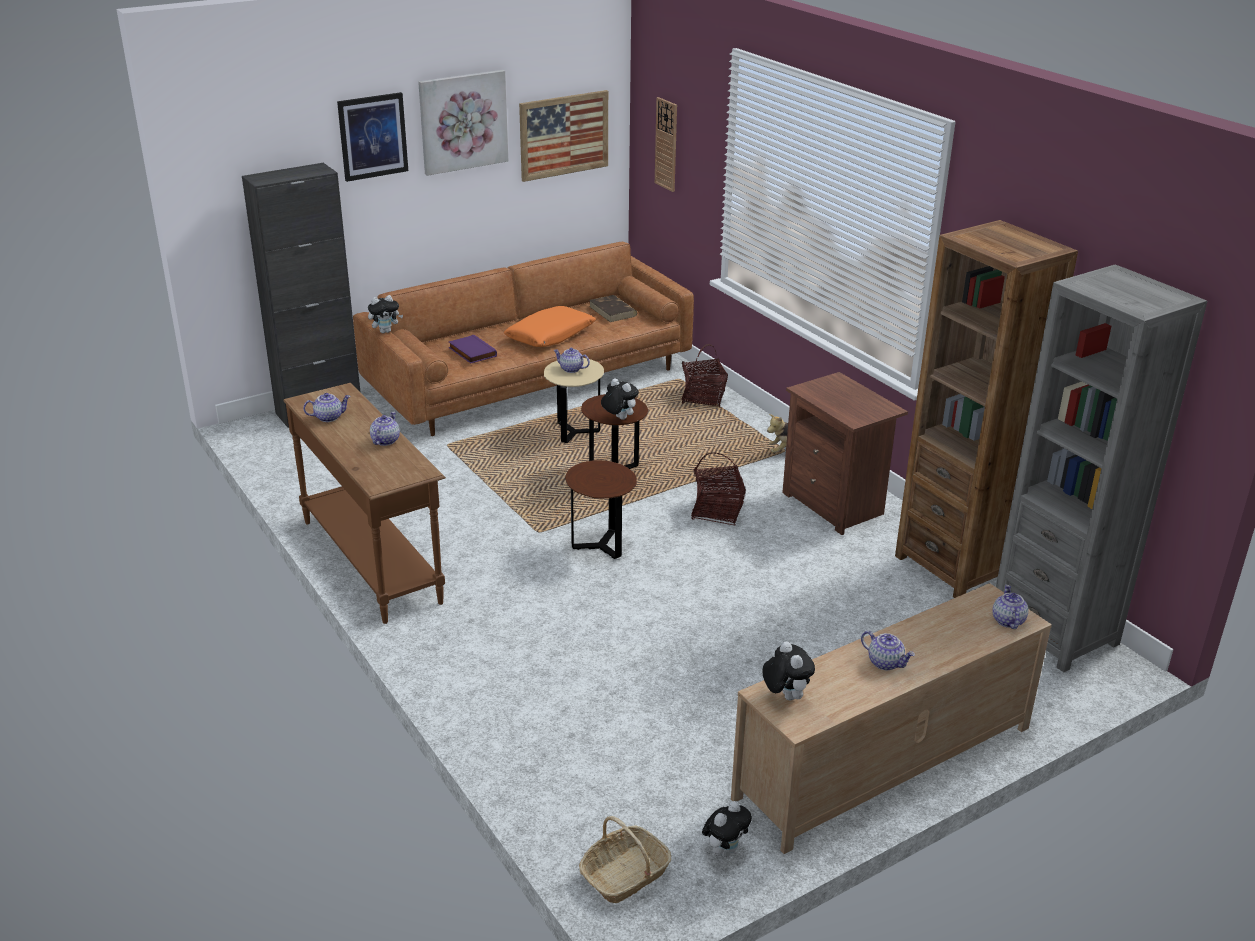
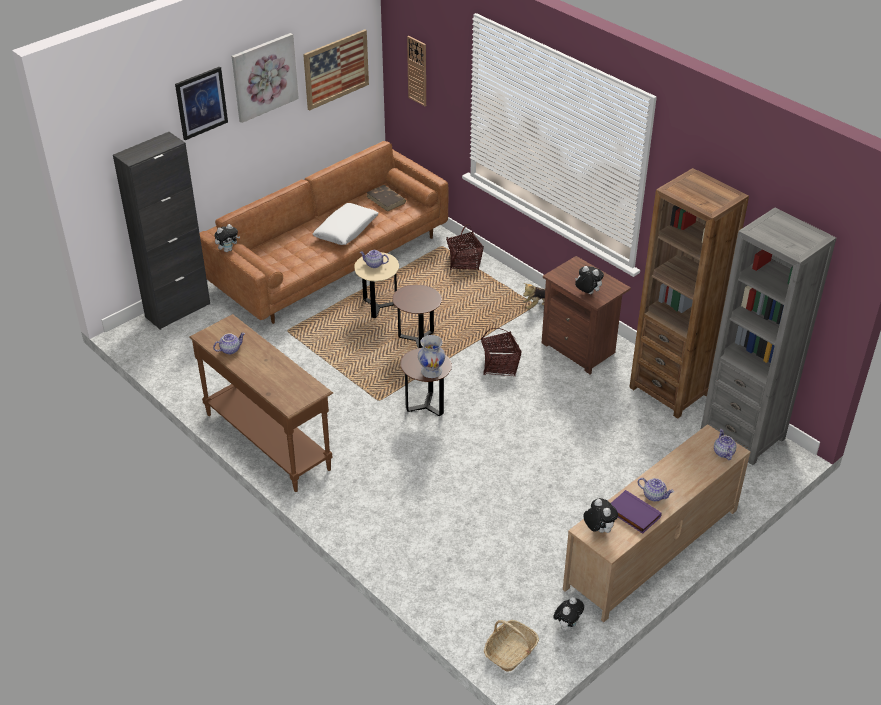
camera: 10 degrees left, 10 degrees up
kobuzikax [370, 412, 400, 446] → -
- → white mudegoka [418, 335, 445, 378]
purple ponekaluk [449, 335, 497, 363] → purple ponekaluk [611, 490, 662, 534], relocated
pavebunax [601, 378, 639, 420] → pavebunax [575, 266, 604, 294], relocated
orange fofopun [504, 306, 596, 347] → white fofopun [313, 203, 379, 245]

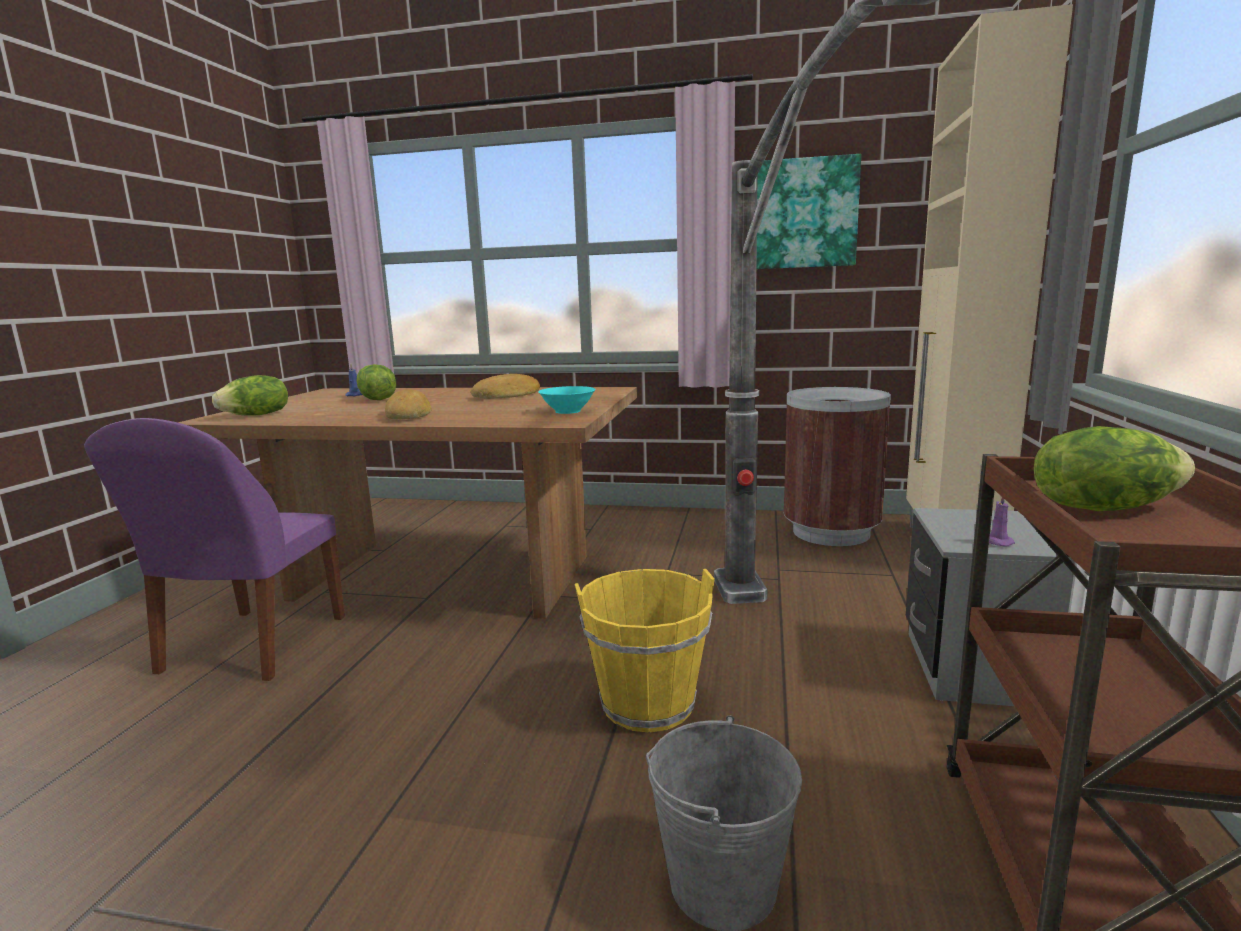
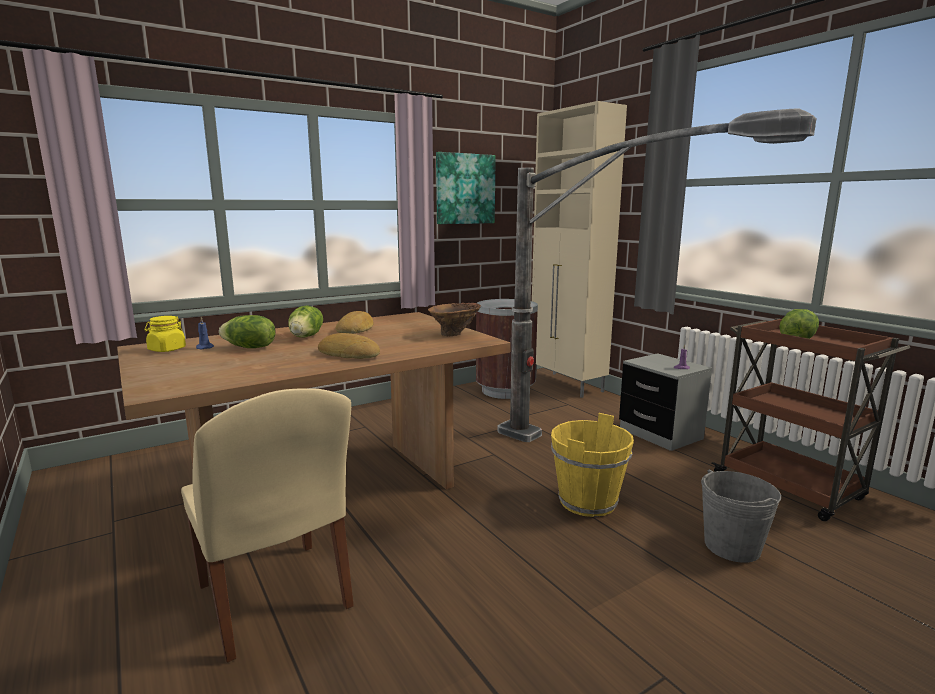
camera: 45 degrees left, 0 degrees up
- → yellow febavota [144, 316, 186, 352]
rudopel [212, 375, 288, 416] → rudopel [288, 306, 323, 338], relocated
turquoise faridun [538, 386, 596, 414] → brown mudegoka [428, 303, 481, 336]
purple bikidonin [84, 418, 345, 681] → beige bikidonin [181, 388, 354, 663]

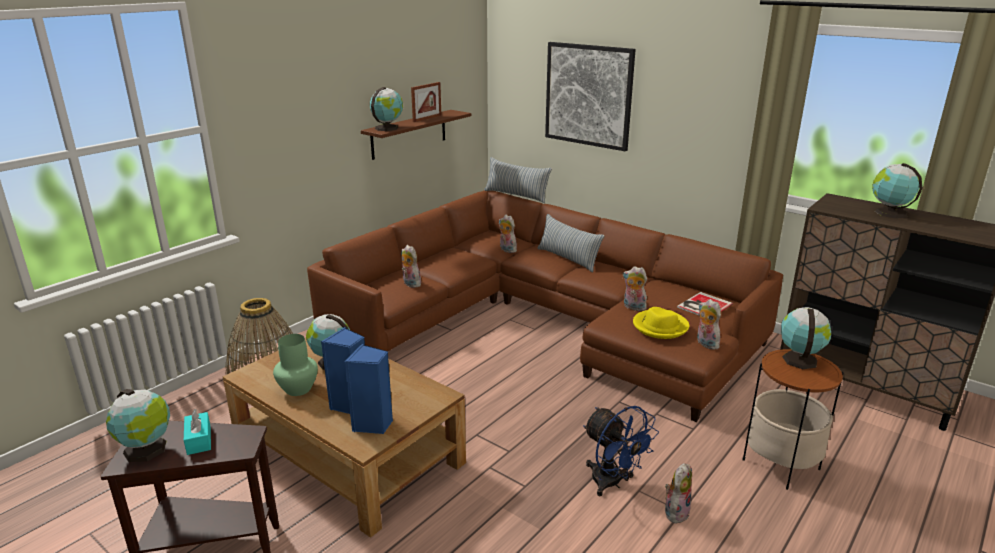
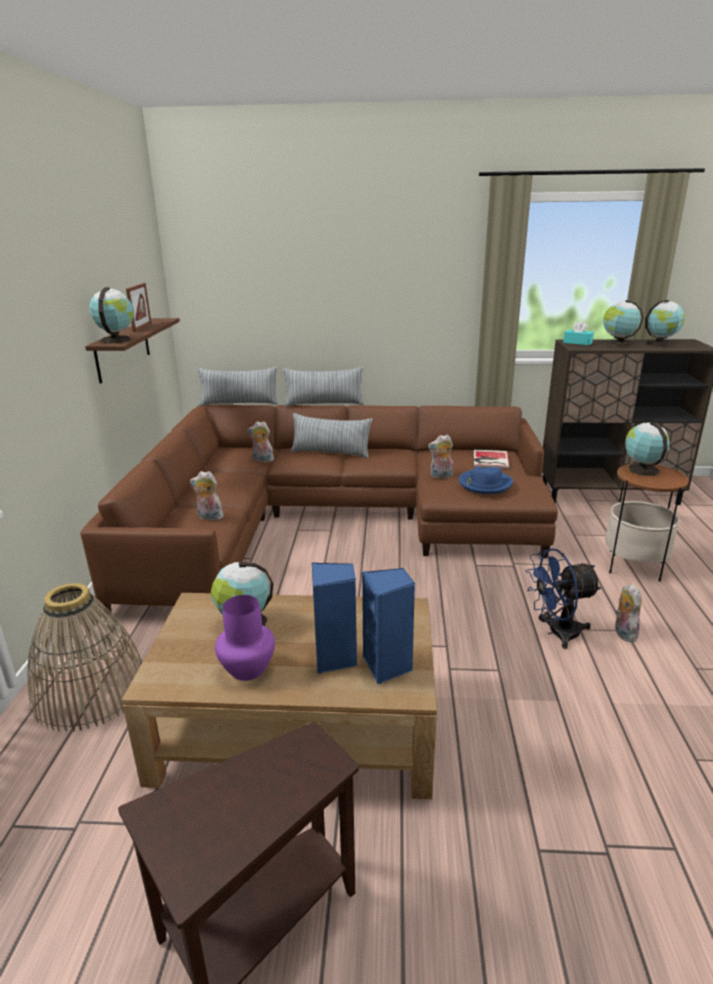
camera: 35 degrees left, 0 degrees up
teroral [545, 42, 636, 151] → -
pavebunax [697, 299, 721, 350] → -
- → fofopun [283, 367, 364, 407]
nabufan [106, 389, 170, 462] → nabufan [645, 300, 685, 346], relocated
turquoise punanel [184, 409, 211, 455] → turquoise punanel [563, 321, 594, 345], relocated
green mudegoka [273, 334, 318, 396] → purple mudegoka [215, 595, 275, 681]
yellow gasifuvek [633, 307, 689, 339] → blue gasifuvek [458, 467, 513, 494]
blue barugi [583, 406, 659, 496] → blue barugi [526, 548, 602, 649], 150 degrees clockwise

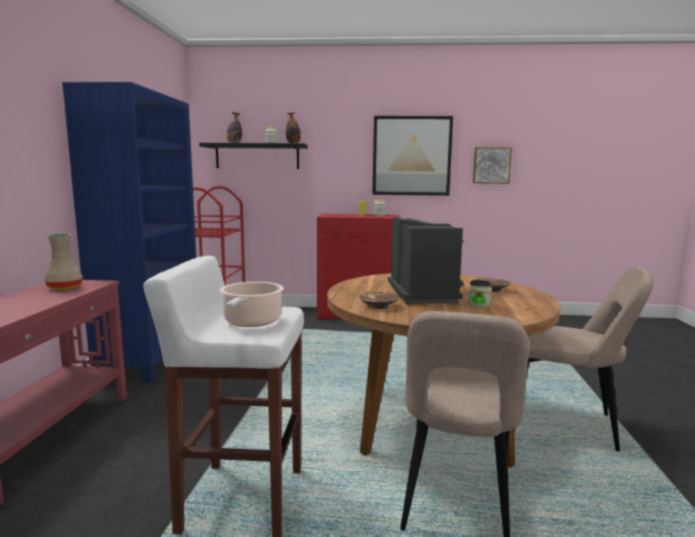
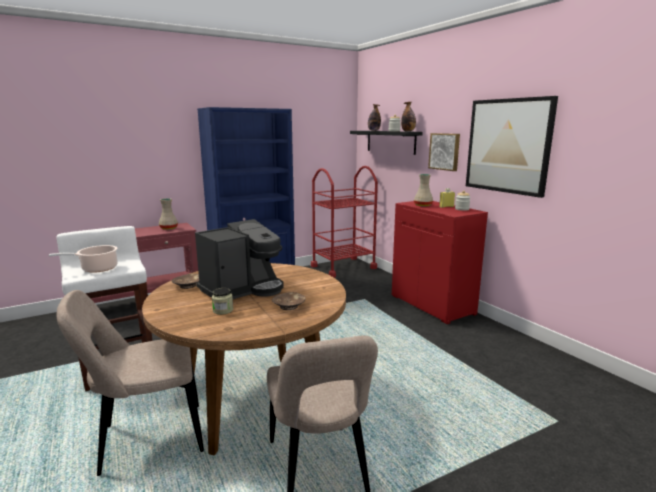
camera: 55 degrees right, 5 degrees up
- → beige mudegoka [414, 174, 433, 207]
teroral [473, 147, 512, 184] → teroral [428, 133, 460, 171], relocated

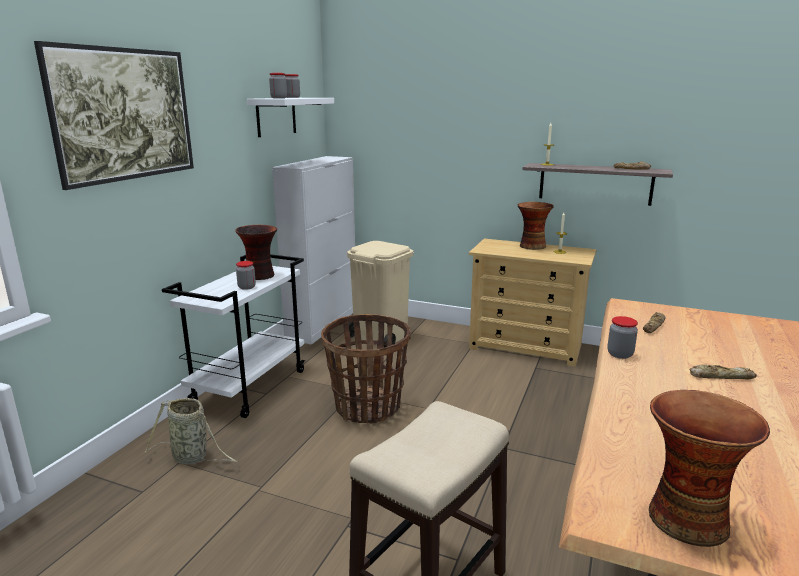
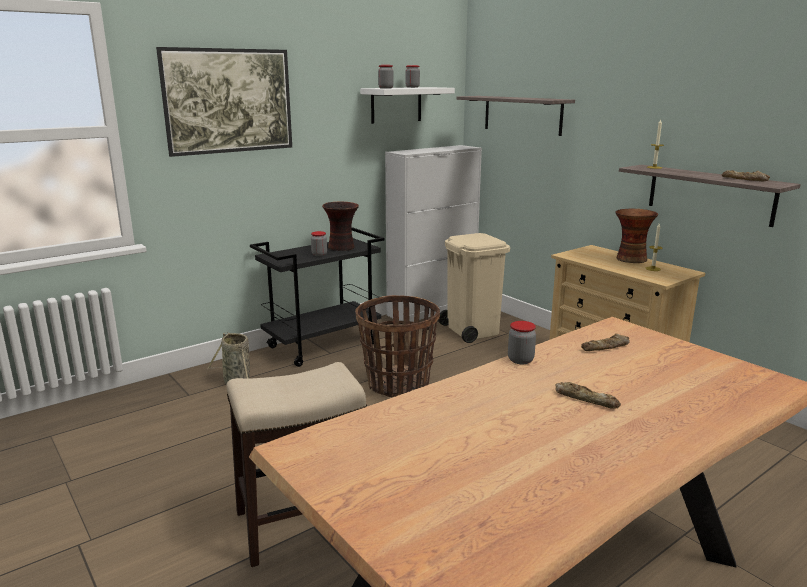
camera: 30 degrees right, 0 degrees up
mudegoka [649, 390, 770, 547] → -
- → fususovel [457, 96, 575, 136]
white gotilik [162, 254, 305, 418] → black gotilik [250, 227, 385, 367]

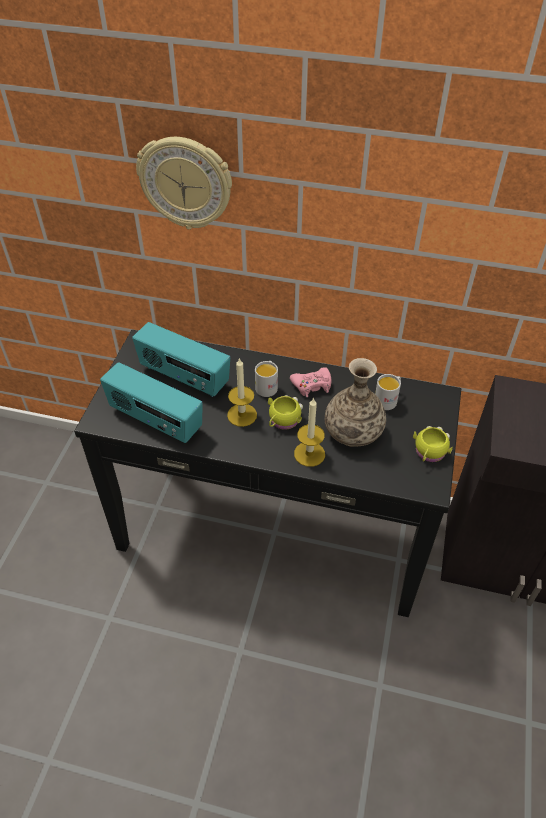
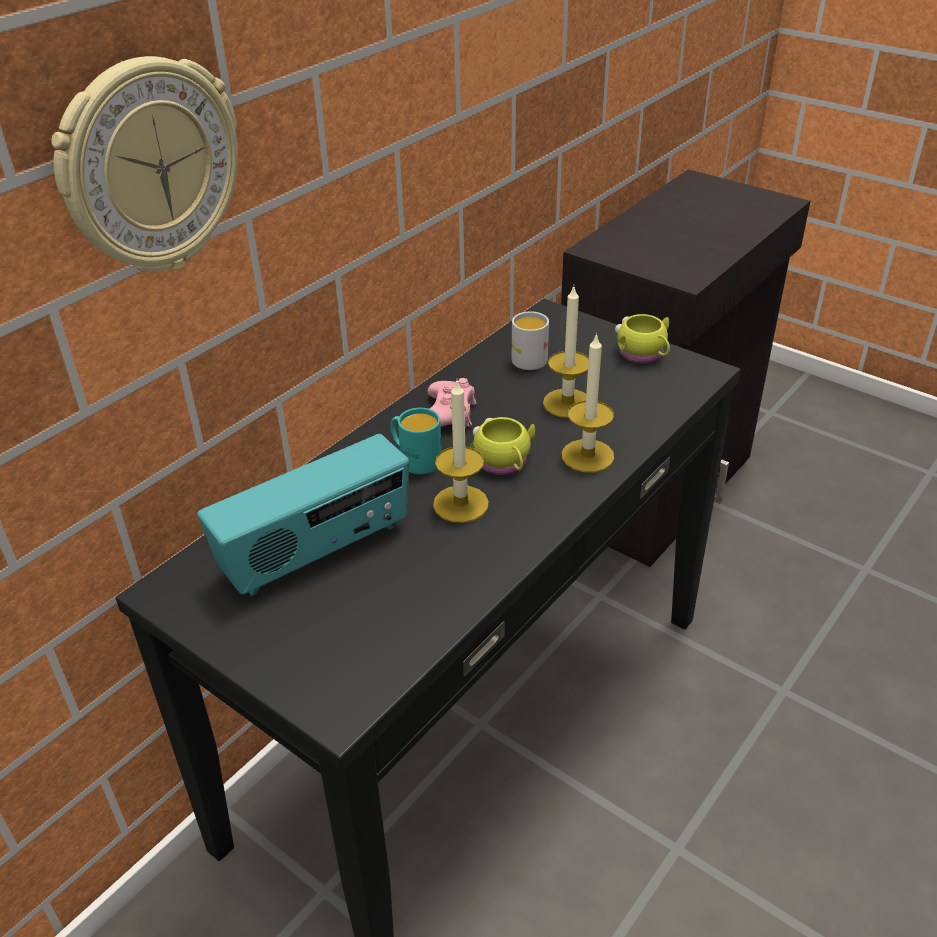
camera: 65 degrees left, 10 degrees down
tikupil [100, 362, 203, 443] → -
mudegoka [325, 358, 386, 447] → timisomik [543, 286, 589, 418]
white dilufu [255, 361, 278, 397] → turquoise dilufu [390, 408, 442, 474]

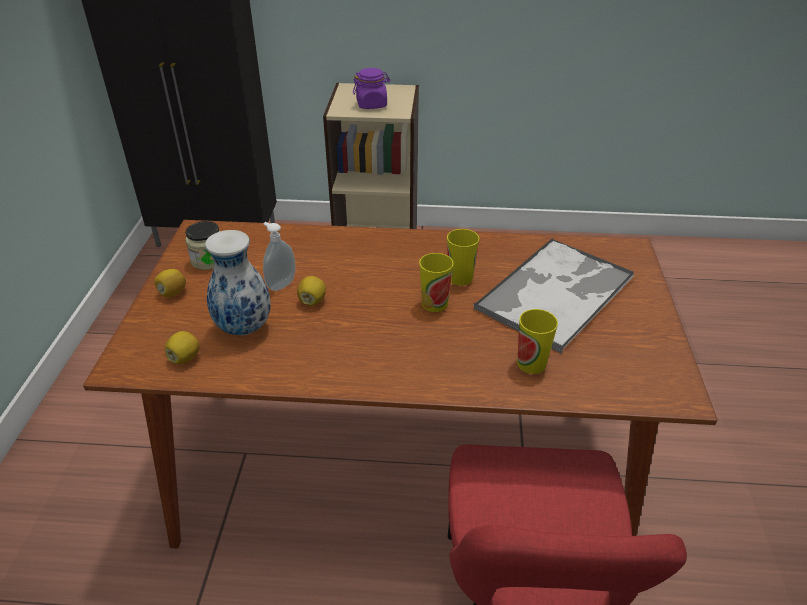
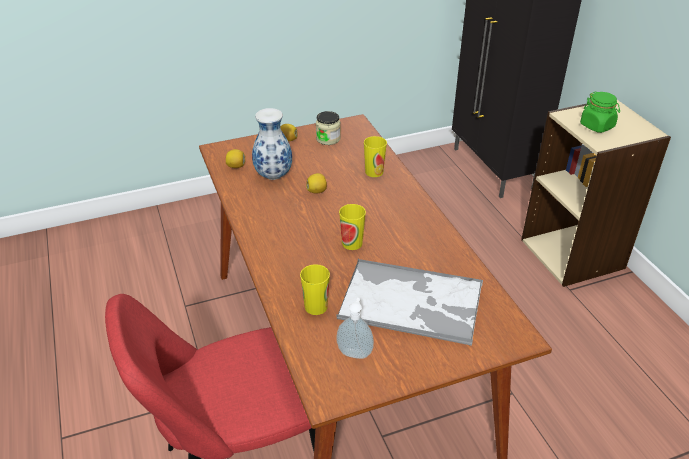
camera: 65 degrees right, 0 degrees up
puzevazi [263, 222, 296, 291] → puzevazi [336, 298, 374, 359], relocated
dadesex [447, 229, 479, 286] → dadesex [364, 136, 387, 177], relocated
purple febavota [353, 68, 391, 109] → green febavota [580, 91, 620, 133]

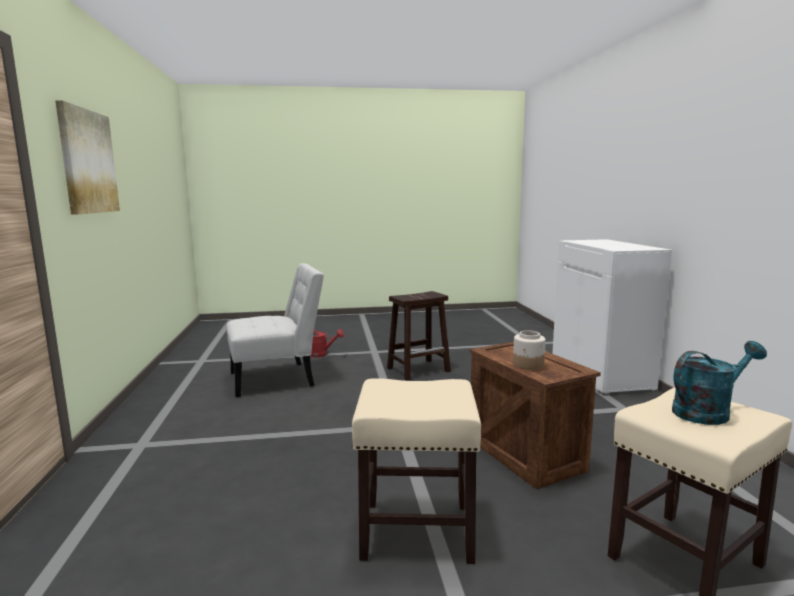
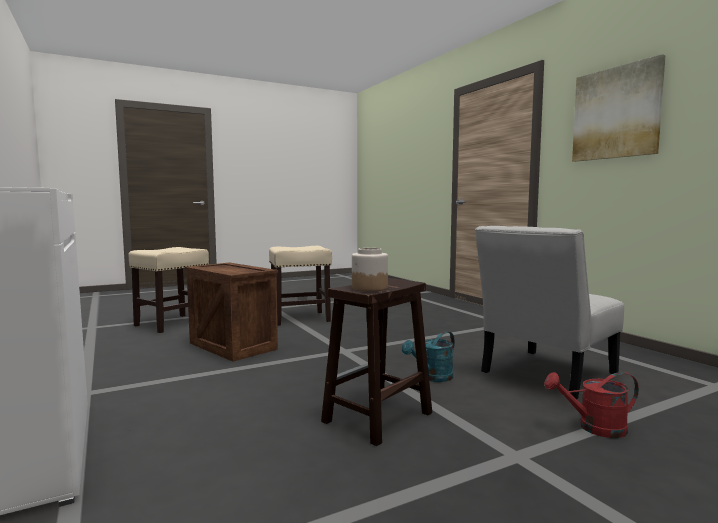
camera: 160 degrees right, 5 degrees down
febavota [513, 330, 546, 370] → febavota [352, 248, 388, 291], relocated
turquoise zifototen [672, 341, 767, 425] → turquoise zifototen [402, 331, 455, 382], relocated

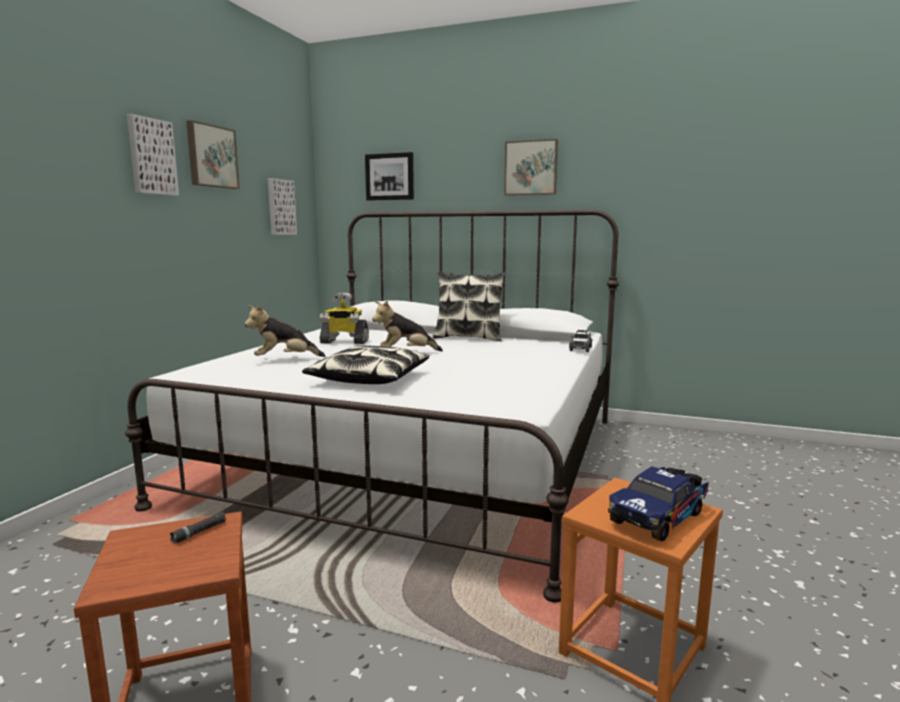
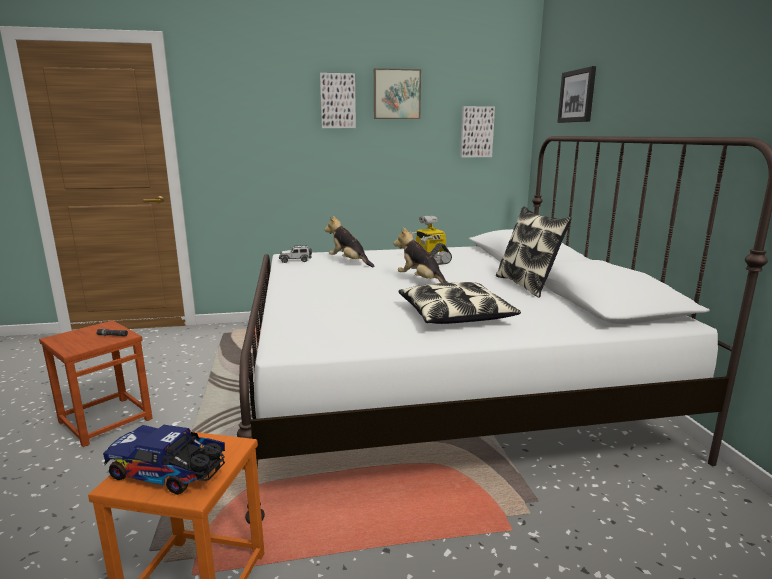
camera: 60 degrees right, 5 degrees up
teroral [504, 139, 558, 195] → -
fofopun [302, 345, 429, 384] → fofopun [399, 282, 521, 324], relocated
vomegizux [569, 330, 592, 352] → vomegizux [279, 245, 312, 263], relocated

